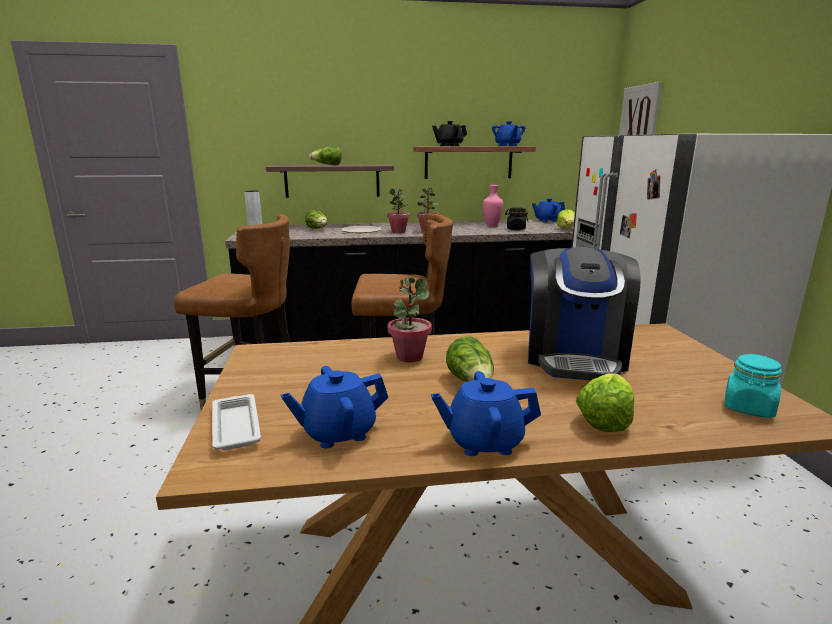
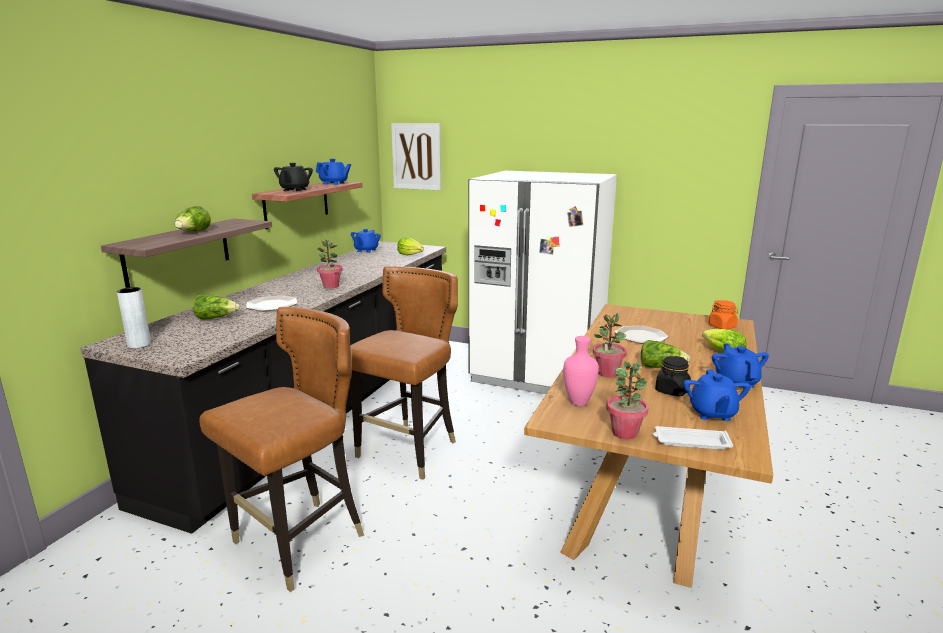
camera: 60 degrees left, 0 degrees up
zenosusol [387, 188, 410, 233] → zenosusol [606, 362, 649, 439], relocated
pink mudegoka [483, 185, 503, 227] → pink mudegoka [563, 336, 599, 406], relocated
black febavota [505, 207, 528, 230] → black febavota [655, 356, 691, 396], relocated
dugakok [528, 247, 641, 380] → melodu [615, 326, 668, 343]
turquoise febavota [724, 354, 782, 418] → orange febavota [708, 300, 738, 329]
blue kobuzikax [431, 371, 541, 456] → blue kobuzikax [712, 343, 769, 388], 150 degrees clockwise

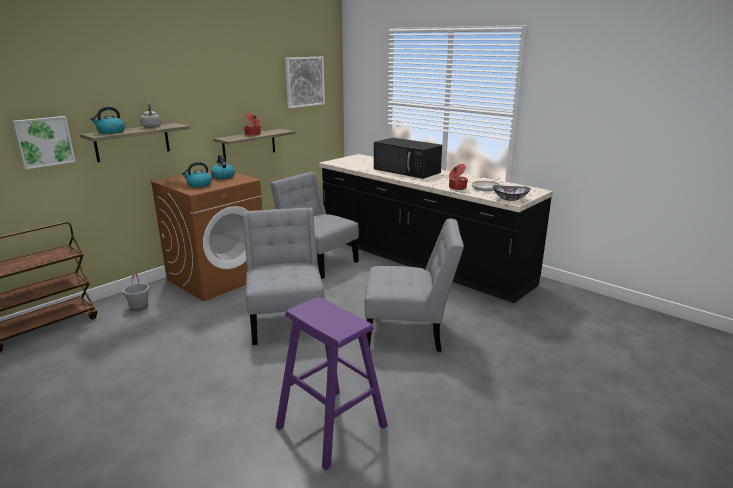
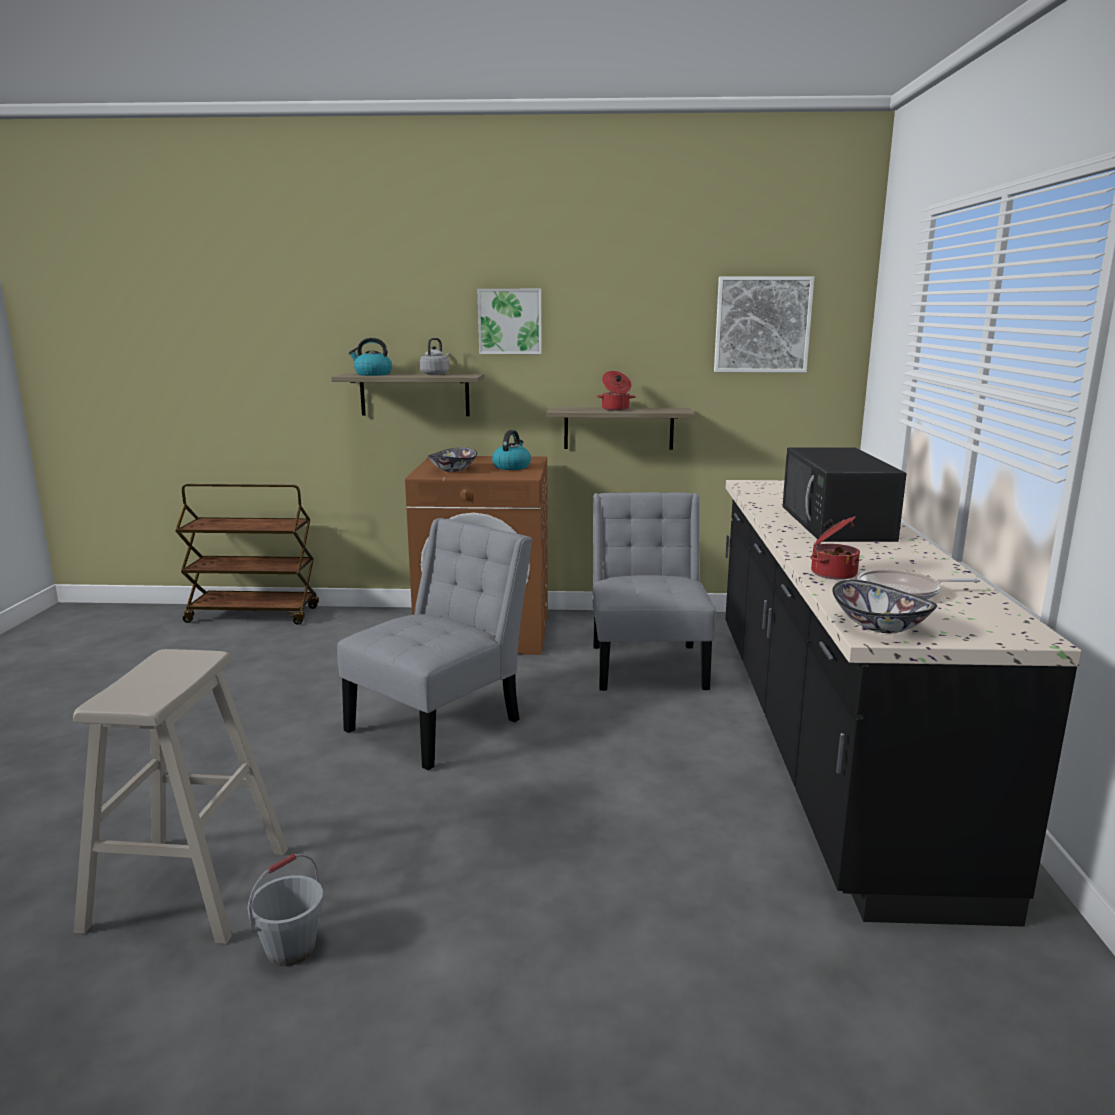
camera: 50 degrees right, 5 degrees down
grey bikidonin [364, 218, 464, 352] → -
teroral [12, 116, 76, 170] → teroral [477, 289, 542, 354], relocated
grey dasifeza [123, 273, 150, 311] → grey dasifeza [248, 854, 324, 966], relocated
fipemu [182, 162, 212, 188] → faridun [428, 447, 477, 472]
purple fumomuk [276, 297, 388, 470] → beige fumomuk [73, 649, 288, 944]

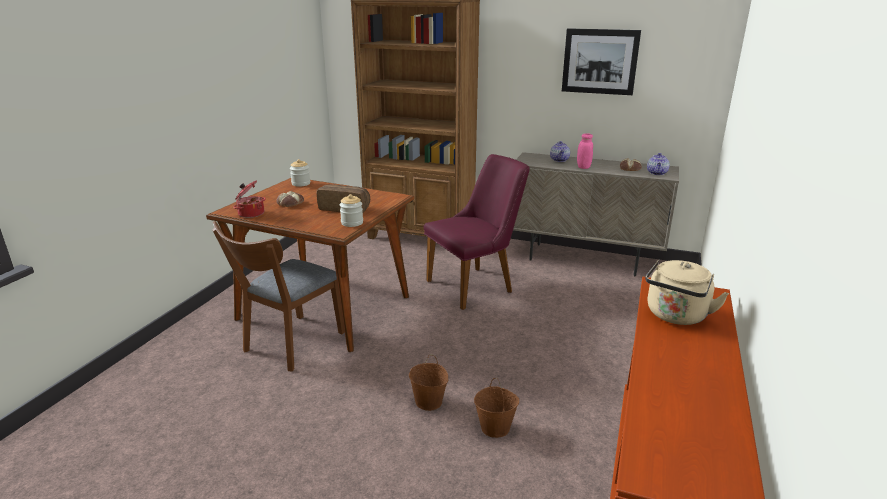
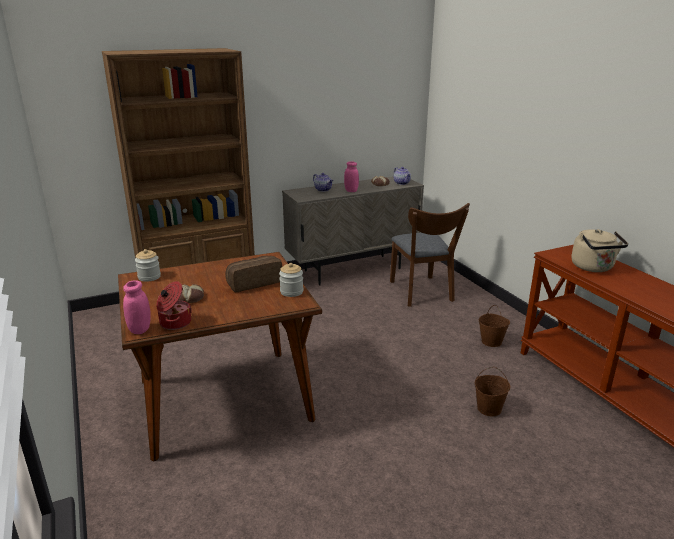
camera: 45 degrees left, 0 degrees up
purple bikidonin [424, 154, 530, 310] → -
teroral [562, 28, 641, 95] → -
- → pink febavota [123, 280, 151, 334]
brown bikidonin [212, 221, 345, 371] → brown bikidonin [390, 203, 470, 307], relocated
brown dasifeza [409, 354, 448, 411] → brown dasifeza [478, 305, 510, 347], relocated

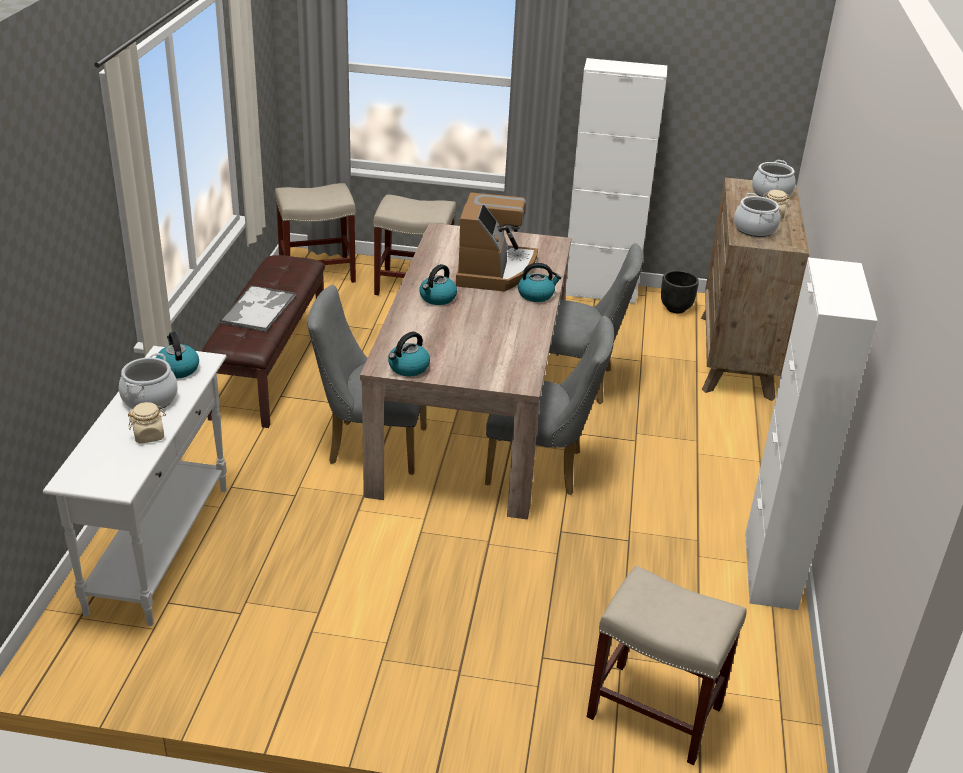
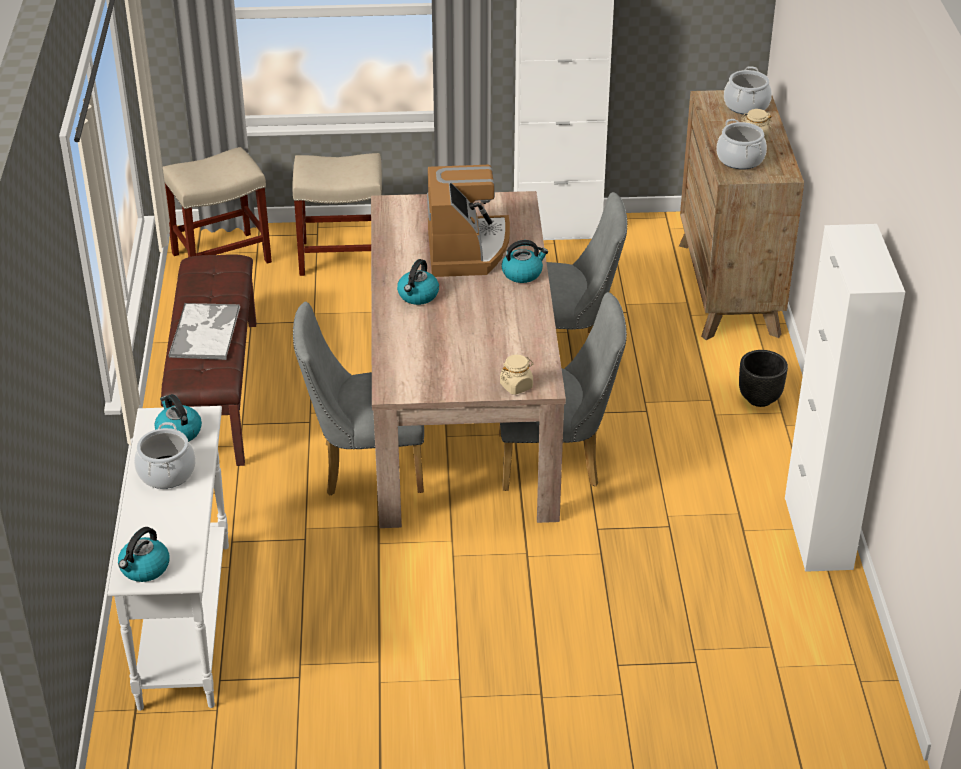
camera: 10 degrees left, 5 degrees up
beige fumomuk [587, 566, 746, 765] → -
beige febavota [128, 402, 166, 443] → beige febavota [500, 355, 534, 395], relocated
fipemu [388, 332, 430, 376] → fipemu [118, 527, 169, 582], relocated
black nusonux [661, 270, 699, 313] → black nusonux [739, 350, 788, 407], relocated

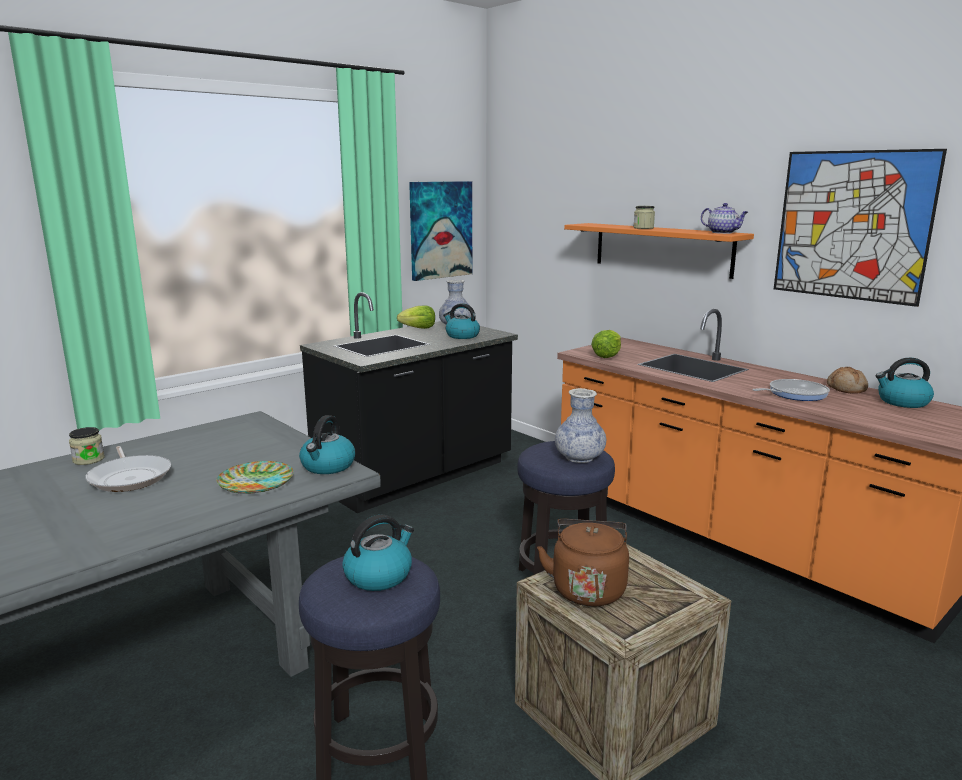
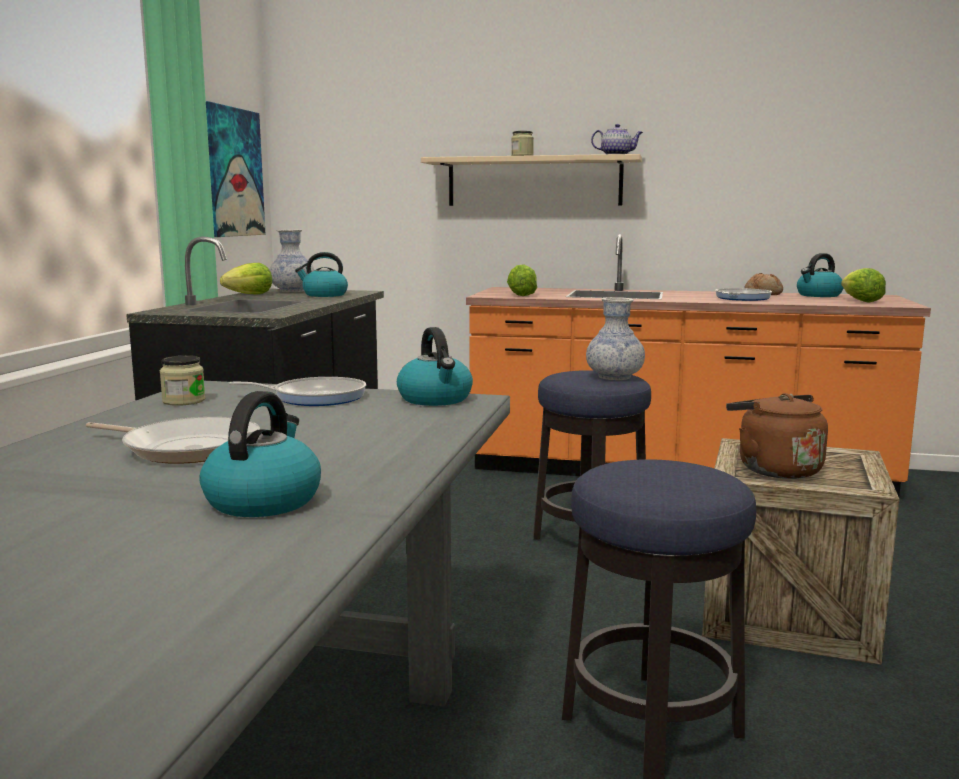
camera: 35 degrees left, 5 degrees down
melodu [217, 461, 294, 494] → -
teroral [774, 149, 947, 307] → -
- → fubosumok [229, 377, 366, 406]
- → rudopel [841, 268, 886, 303]
febavota [69, 427, 105, 465] → febavota [160, 355, 205, 406], relocated
fipemu [342, 515, 414, 591] → fipemu [199, 391, 321, 517], relocated
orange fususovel [564, 223, 754, 279] → beige fususovel [421, 154, 642, 206]

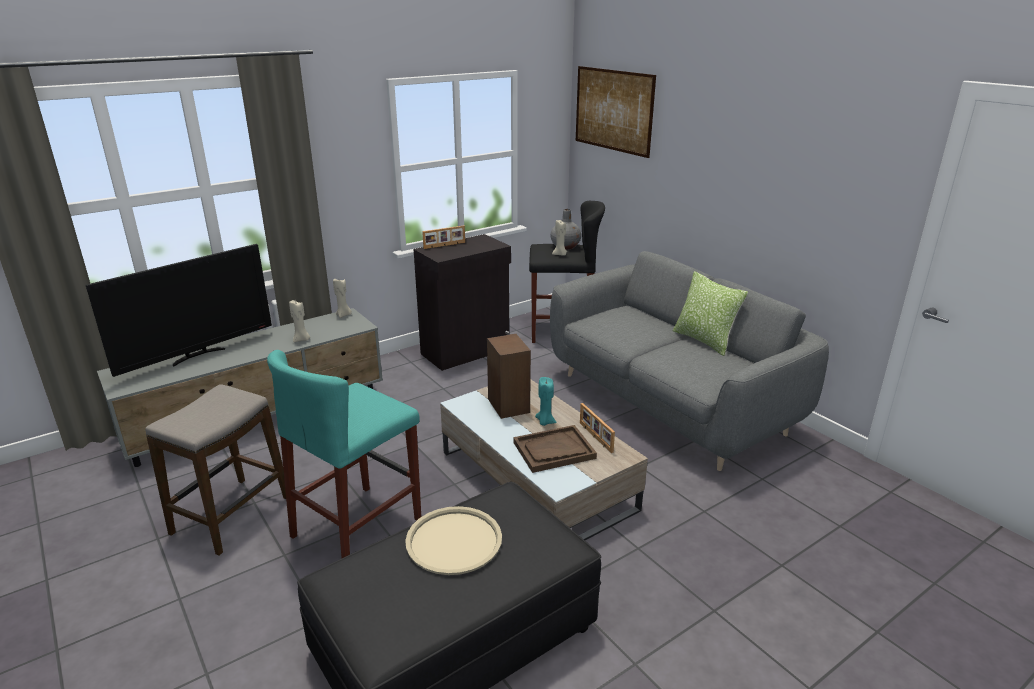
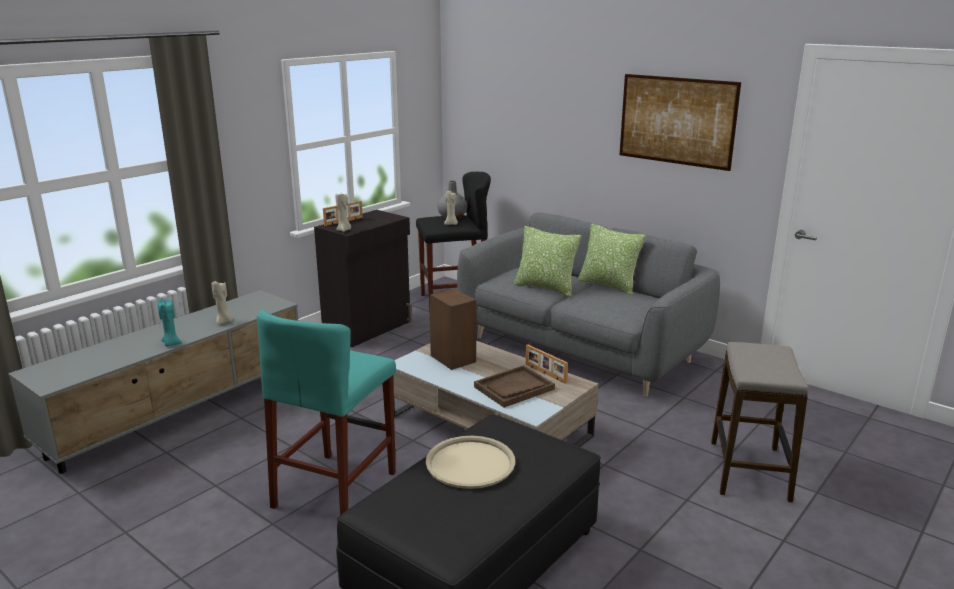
camera: 15 degrees left, 5 degrees down
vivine [86, 244, 272, 377] → -
- → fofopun [514, 226, 582, 297]
fumomuk [145, 384, 286, 556] → fumomuk [711, 342, 809, 502], relocated
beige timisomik [333, 279, 352, 318] → beige timisomik [335, 194, 351, 232], relocated
turquoise timisomik [535, 377, 556, 426] → turquoise timisomik [158, 299, 182, 347], relocated
teroral [576, 66, 656, 158] → teroral [620, 74, 741, 171], relocated

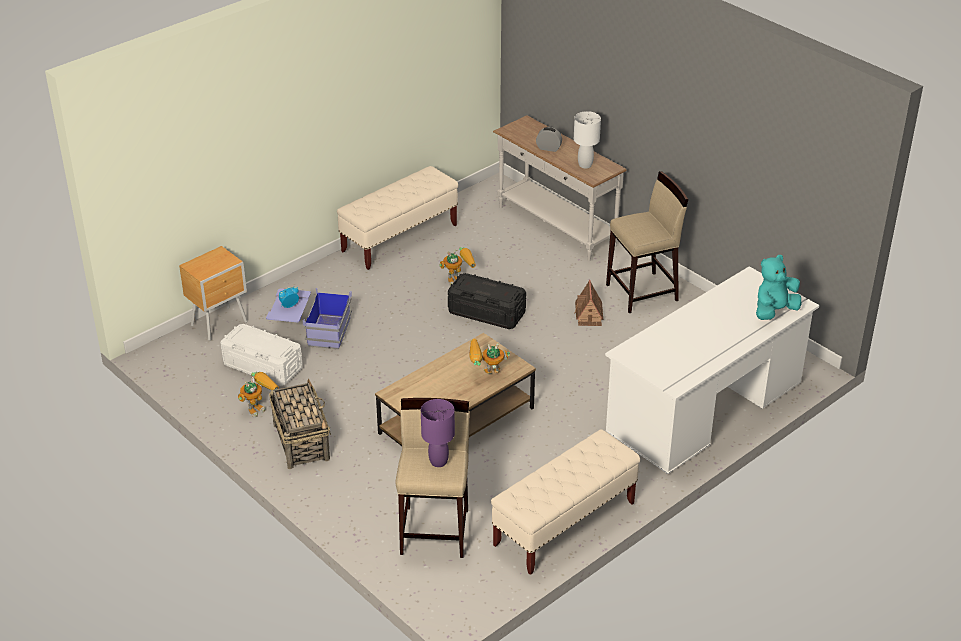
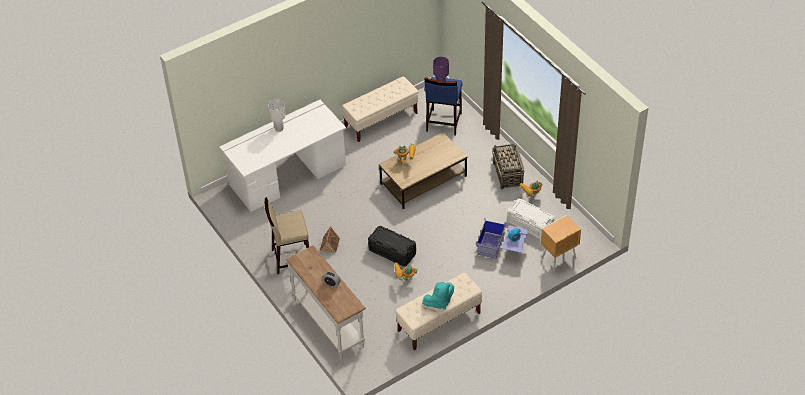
camera: 170 degrees left, 10 degrees up
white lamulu [574, 111, 601, 168] → white lamulu [268, 99, 286, 132], relocated
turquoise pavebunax [756, 255, 801, 320] → turquoise pavebunax [422, 282, 454, 310], relocated
beige fumomuk [395, 398, 470, 558] → blue fumomuk [425, 77, 462, 136]

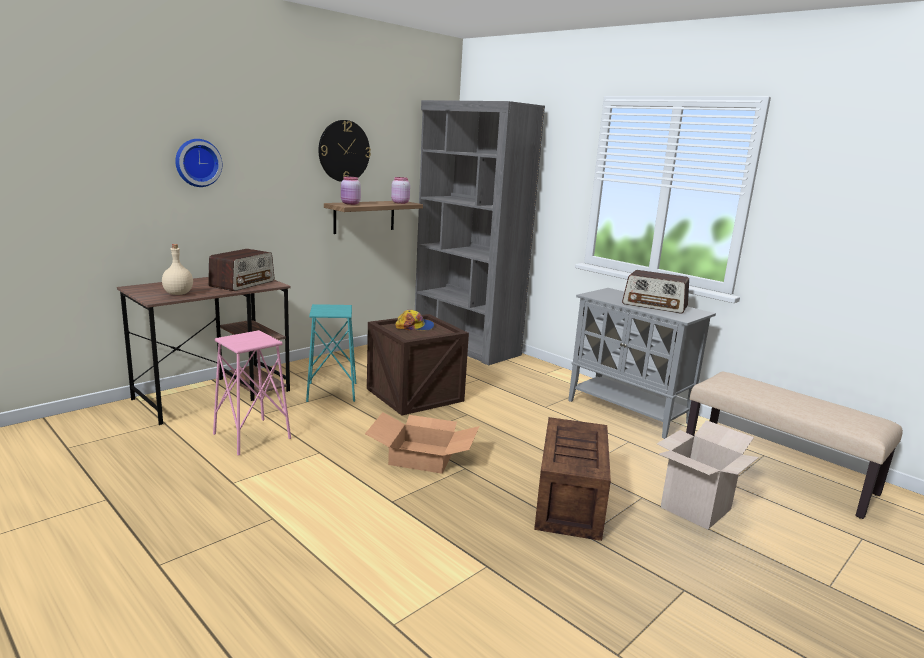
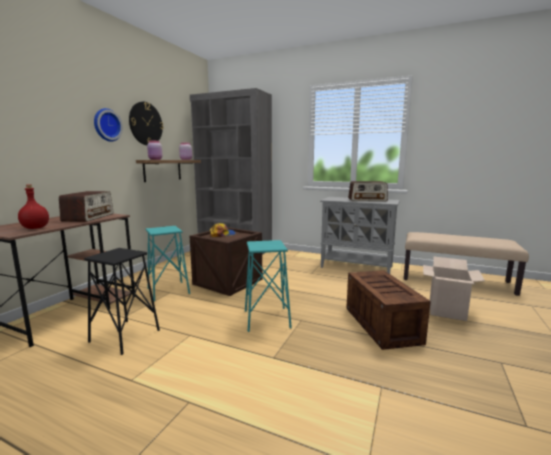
camera: 20 degrees left, 5 degrees down
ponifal [175, 139, 222, 187] → ponifal [94, 108, 123, 142], relocated
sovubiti [365, 412, 479, 474] → turquoise fumomuk [245, 240, 292, 332]
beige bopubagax [162, 244, 193, 295] → red bopubagax [18, 185, 49, 229]
pink fumomuk [213, 330, 291, 456] → black fumomuk [84, 248, 160, 355]

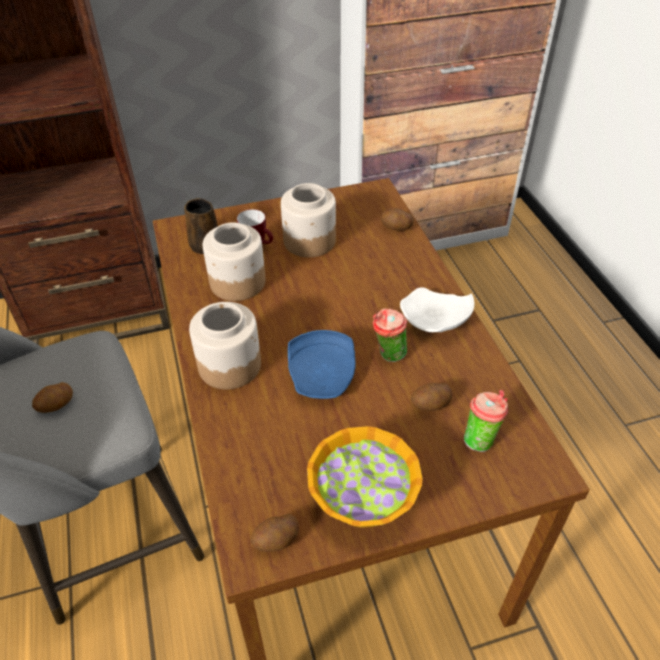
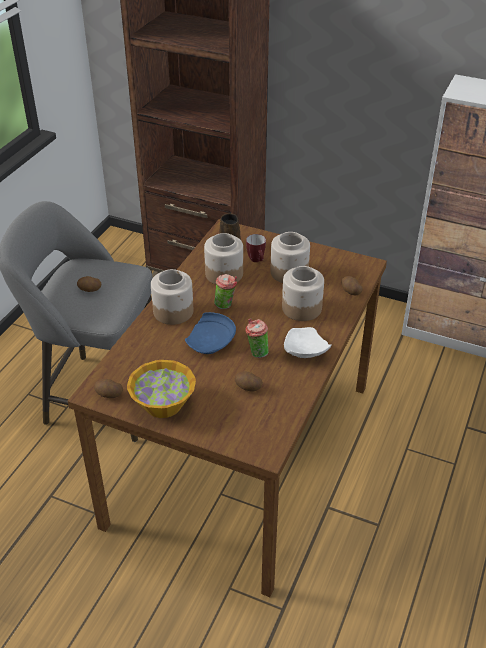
camera: 40 degrees right, 5 degrees down
- → febavota [282, 266, 324, 321]
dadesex [464, 390, 508, 452] → dadesex [214, 274, 237, 309], relocated

